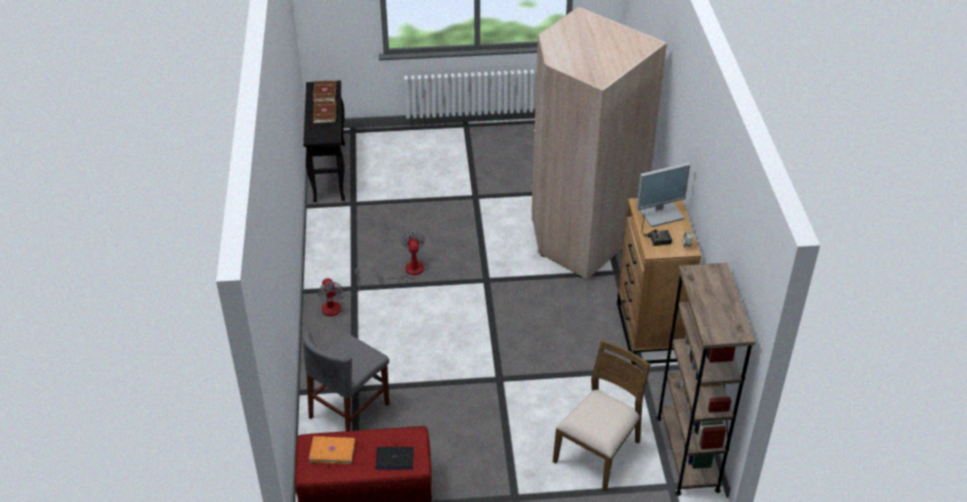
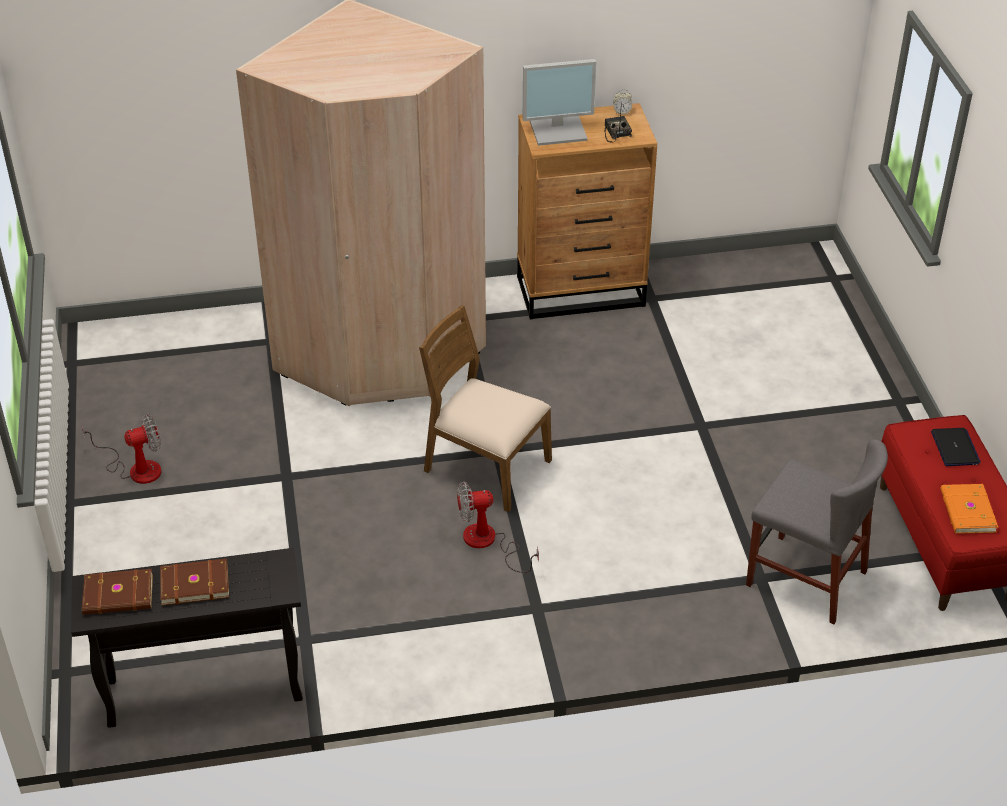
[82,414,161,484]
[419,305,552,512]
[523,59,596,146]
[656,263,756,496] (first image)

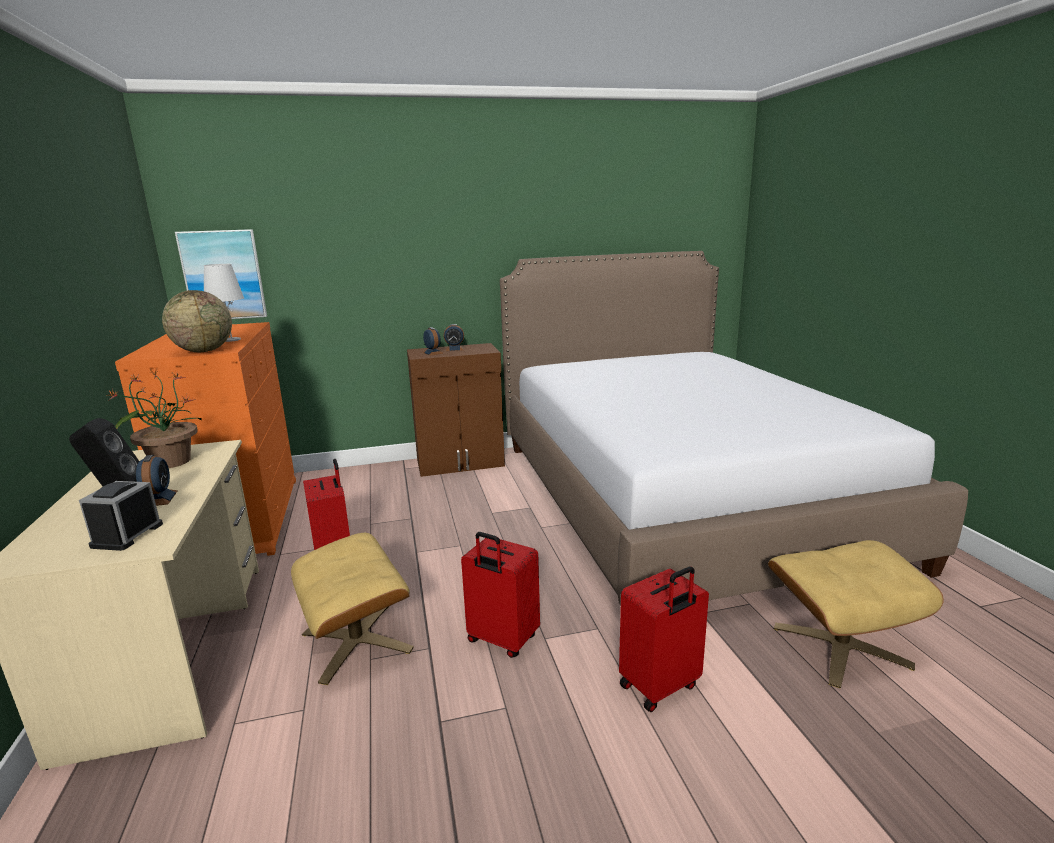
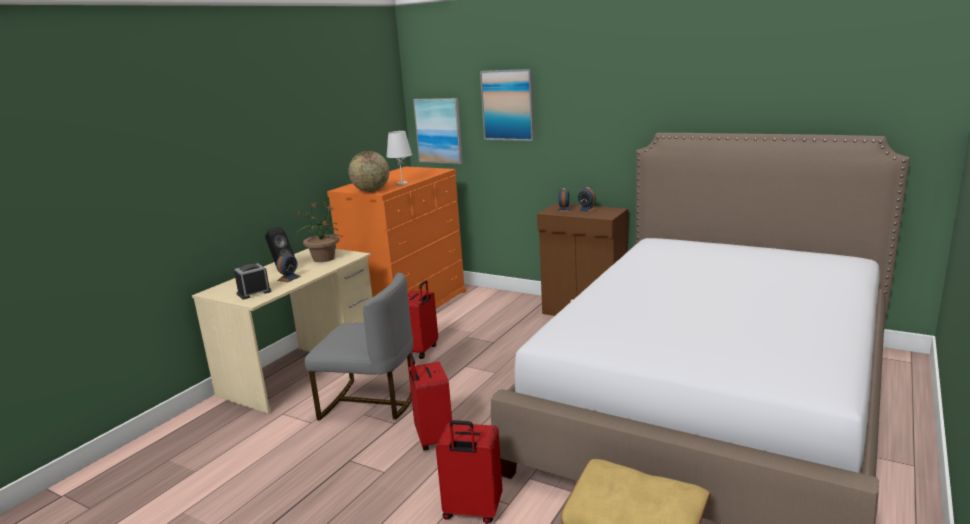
[305,273,413,421]
[480,69,535,141]

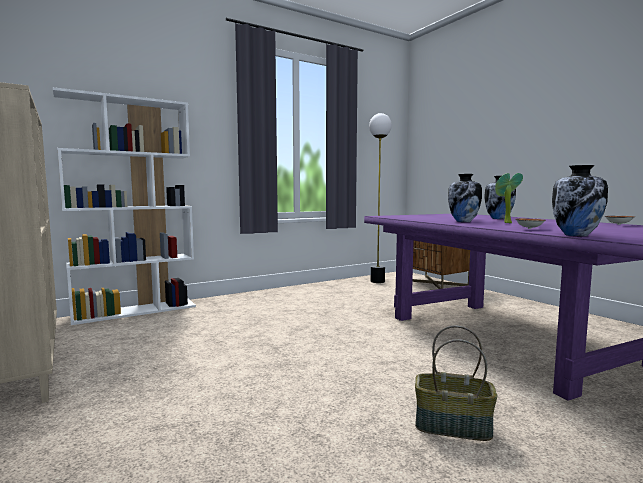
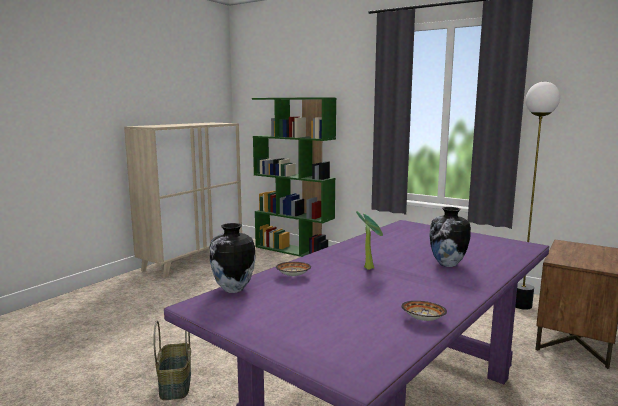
[252,97,336,257]
[448,174,482,222] (first image)

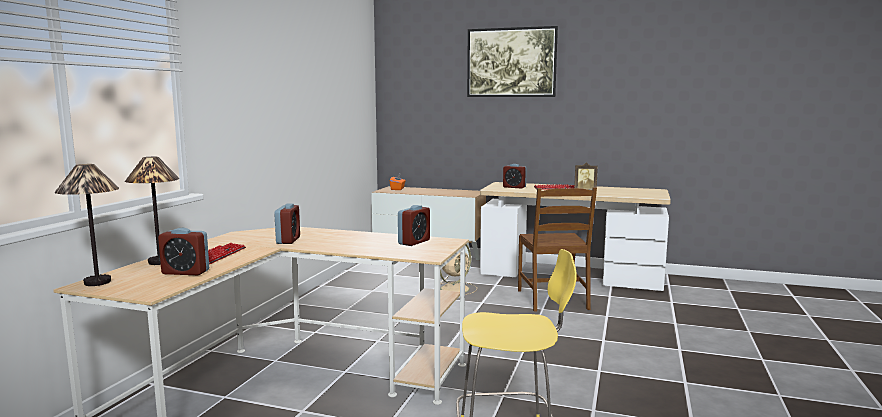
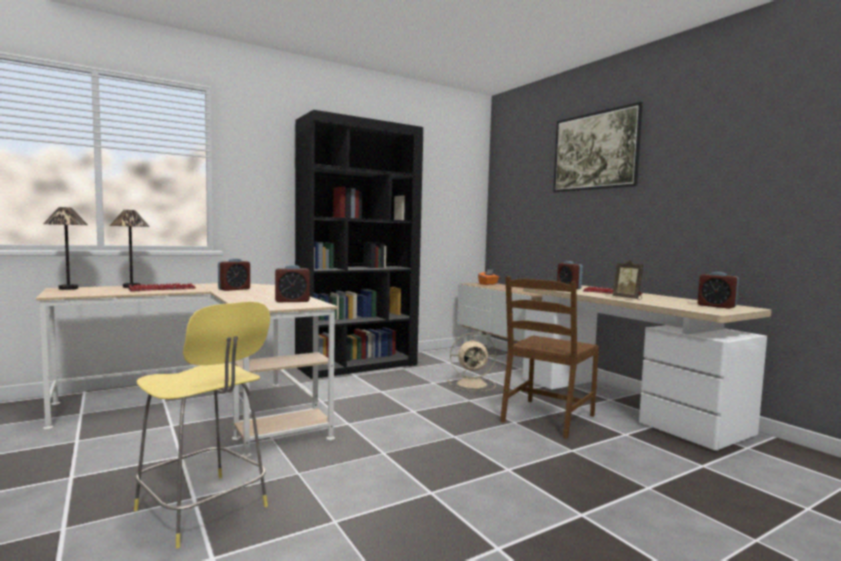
[698,272,739,309]
[295,110,423,379]

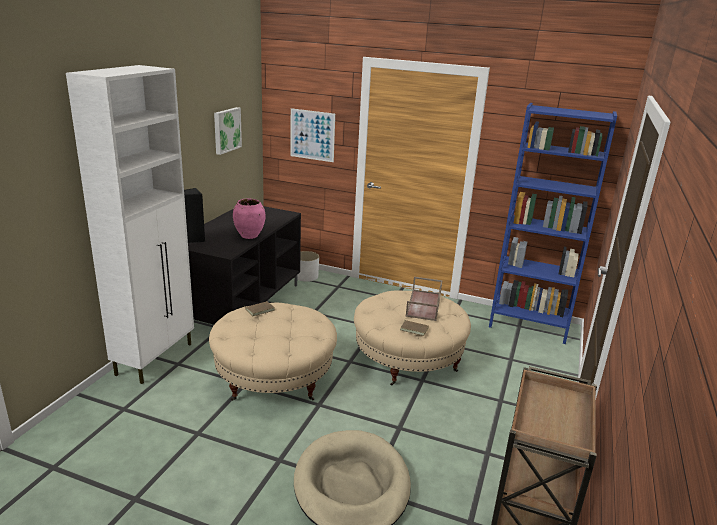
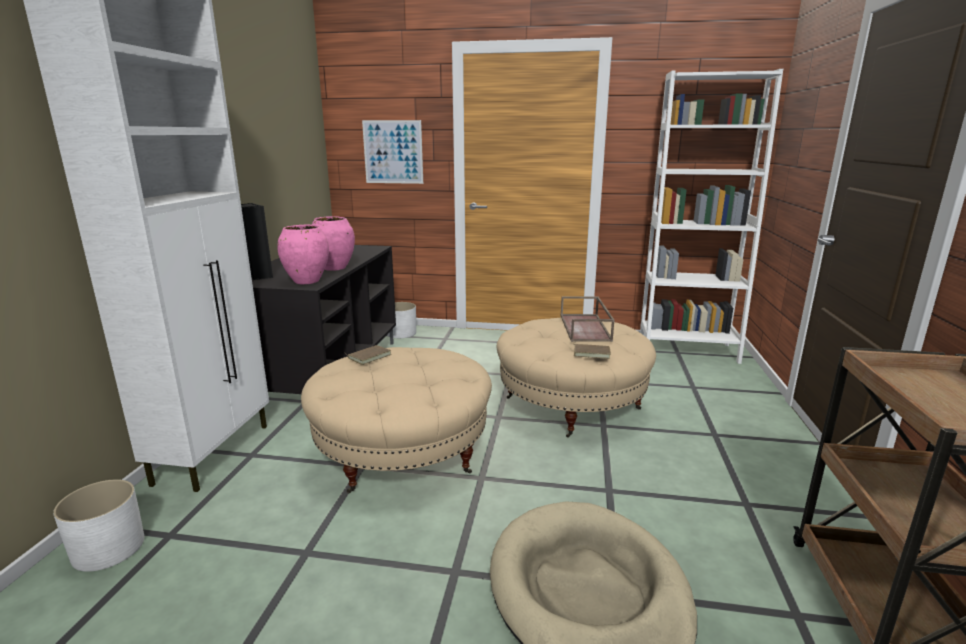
[214,107,242,155] (first image)
[640,69,783,364]
[53,479,144,572]
[277,225,329,284]

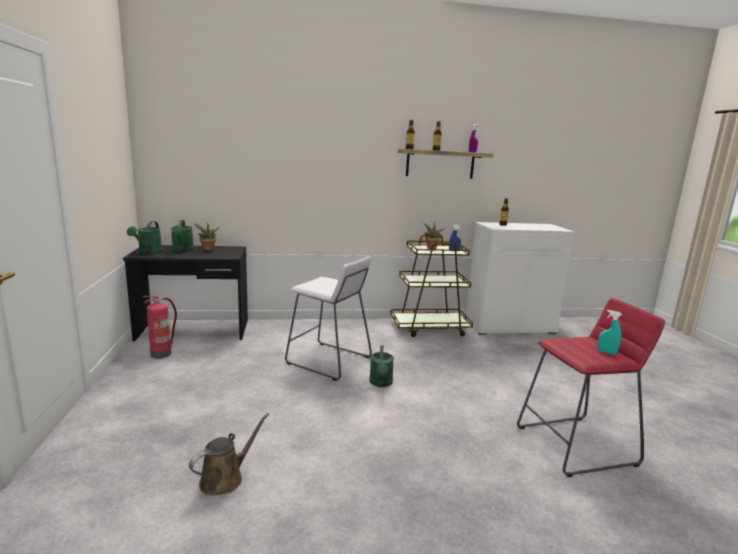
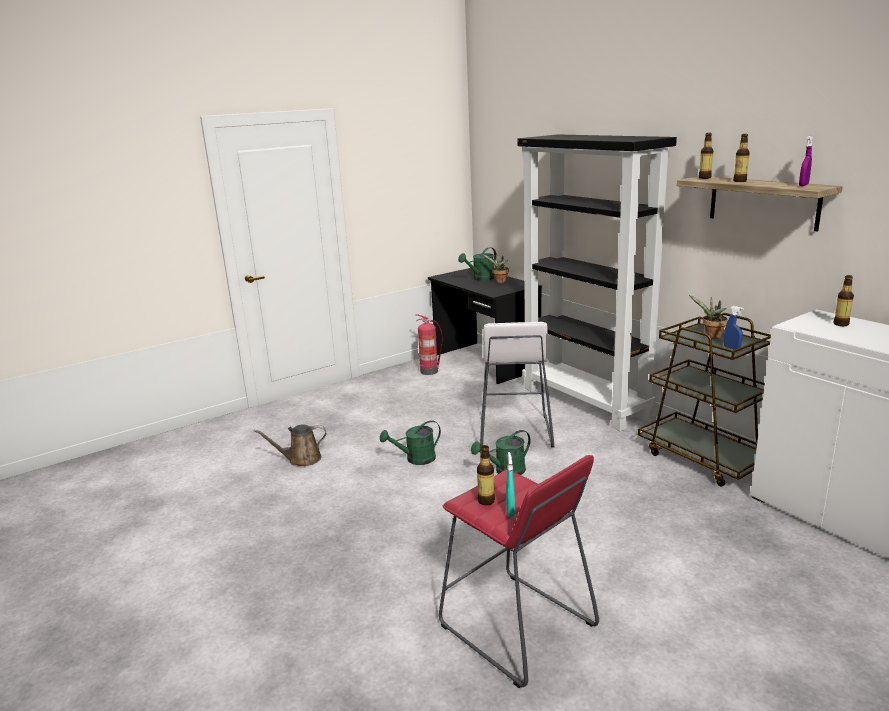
[380,420,441,465]
[254,424,326,466]
[477,445,495,505]
[517,134,677,431]

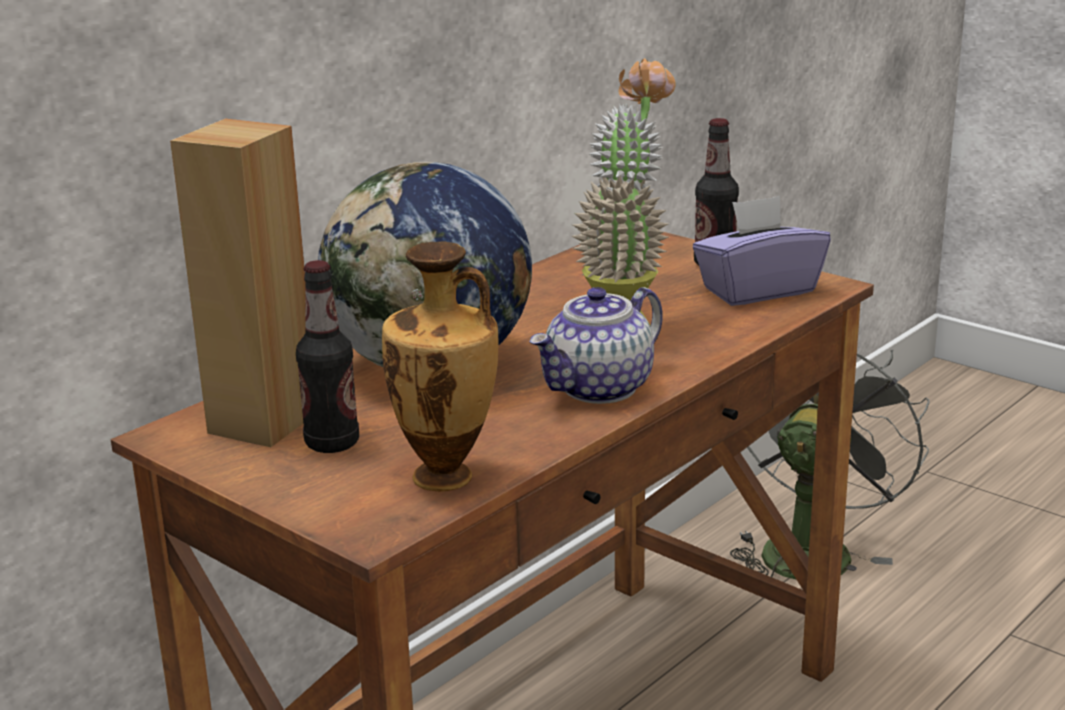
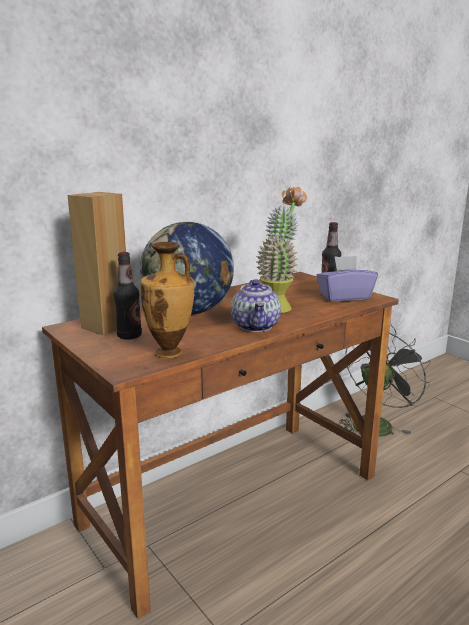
[231,279,281,332]

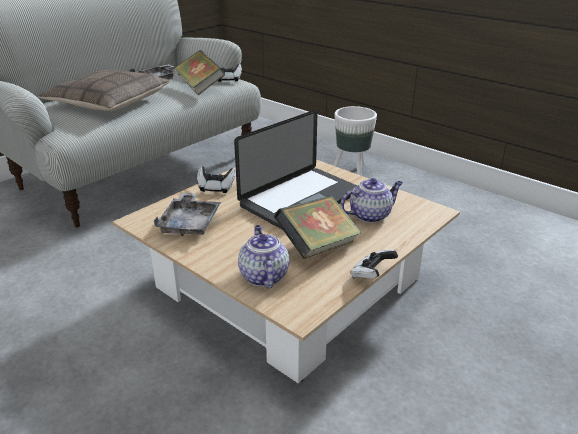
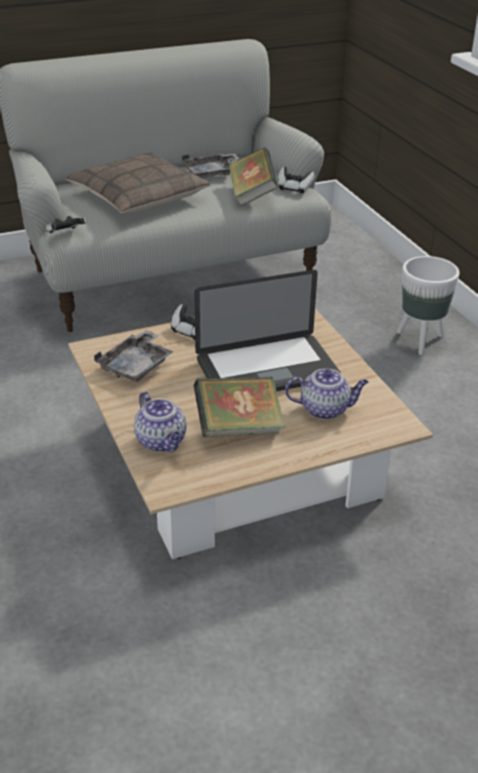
[134,391,187,452]
[46,216,86,233]

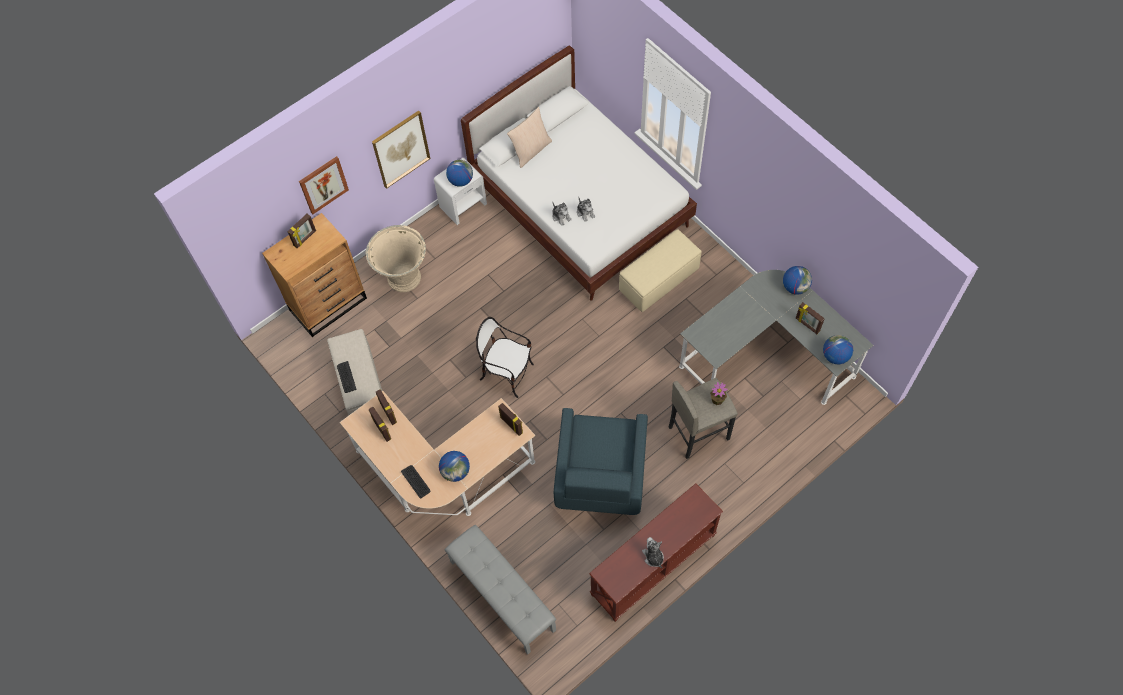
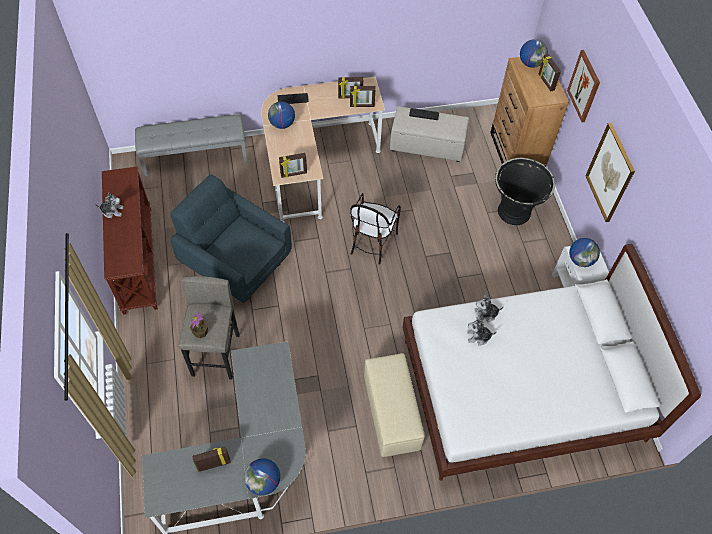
[495,158,555,225]
[350,193,401,265]
[507,107,552,168] (first image)
[520,39,548,68]

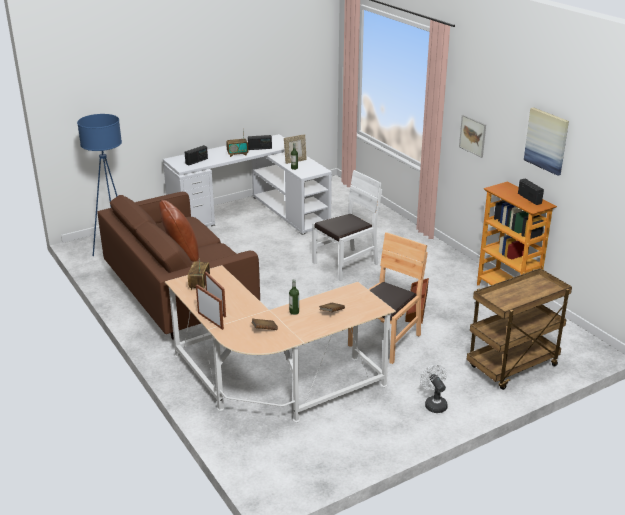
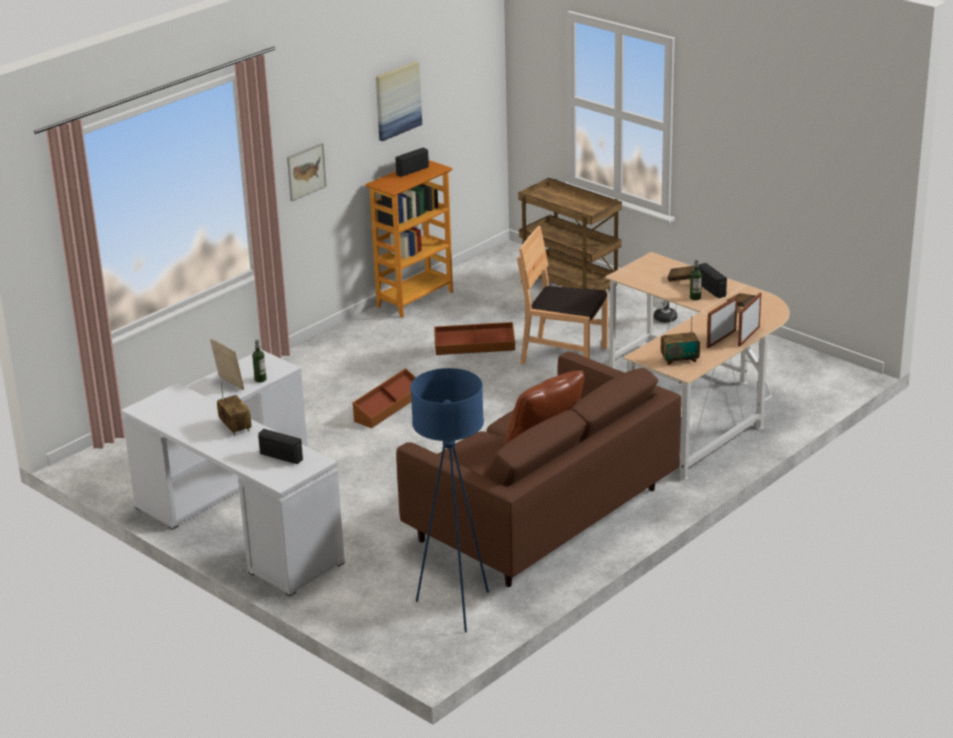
[698,263,727,298]
[352,368,416,428]

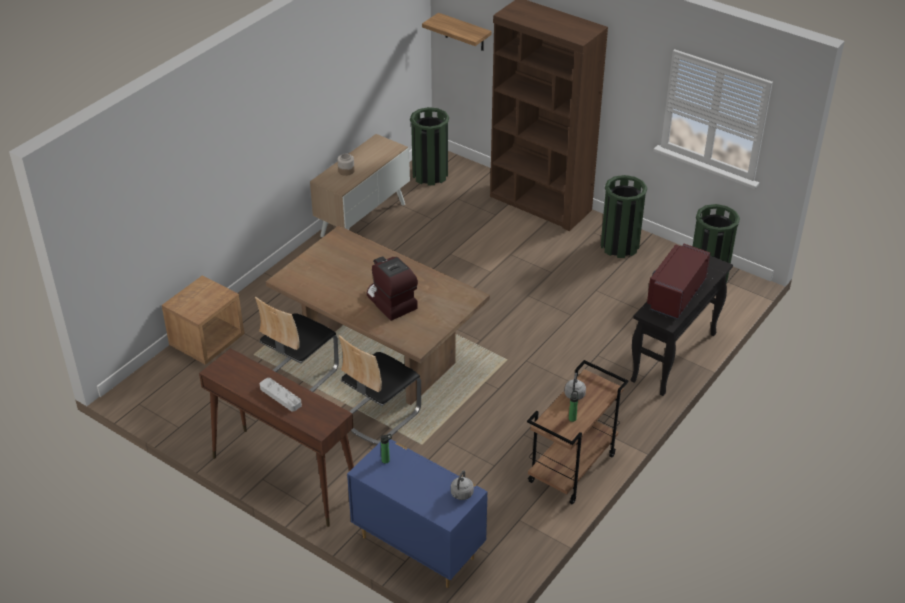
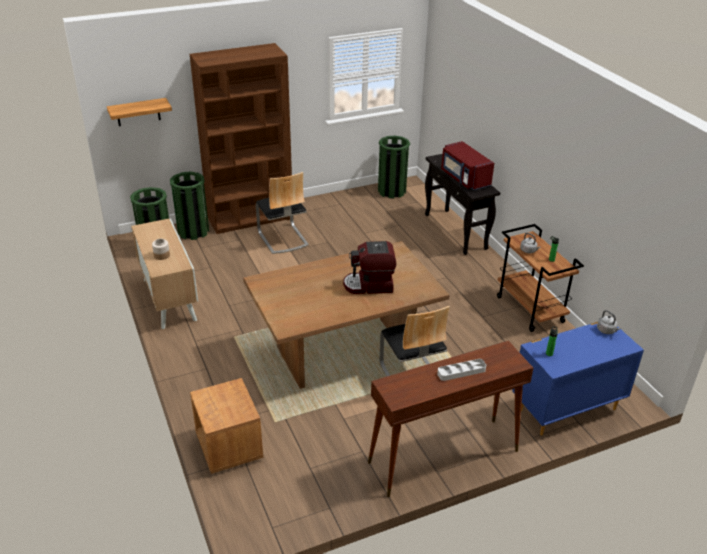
[256,172,309,254]
[170,171,209,240]

